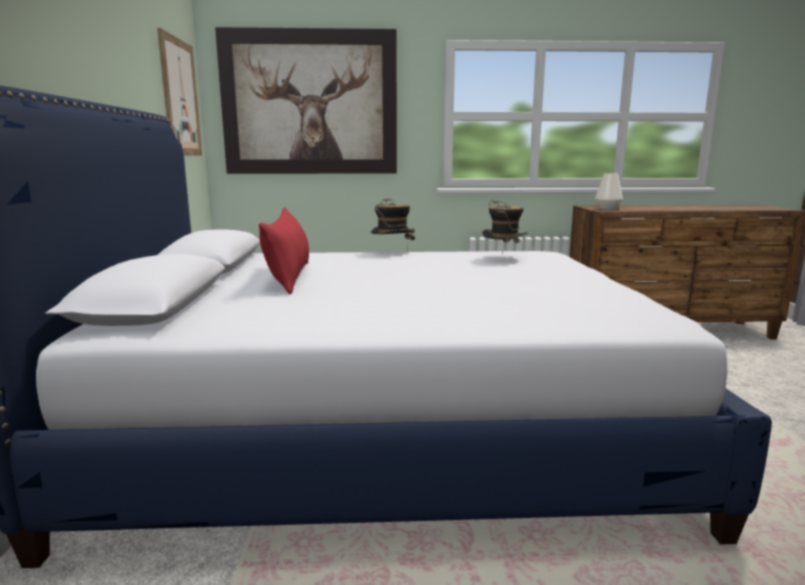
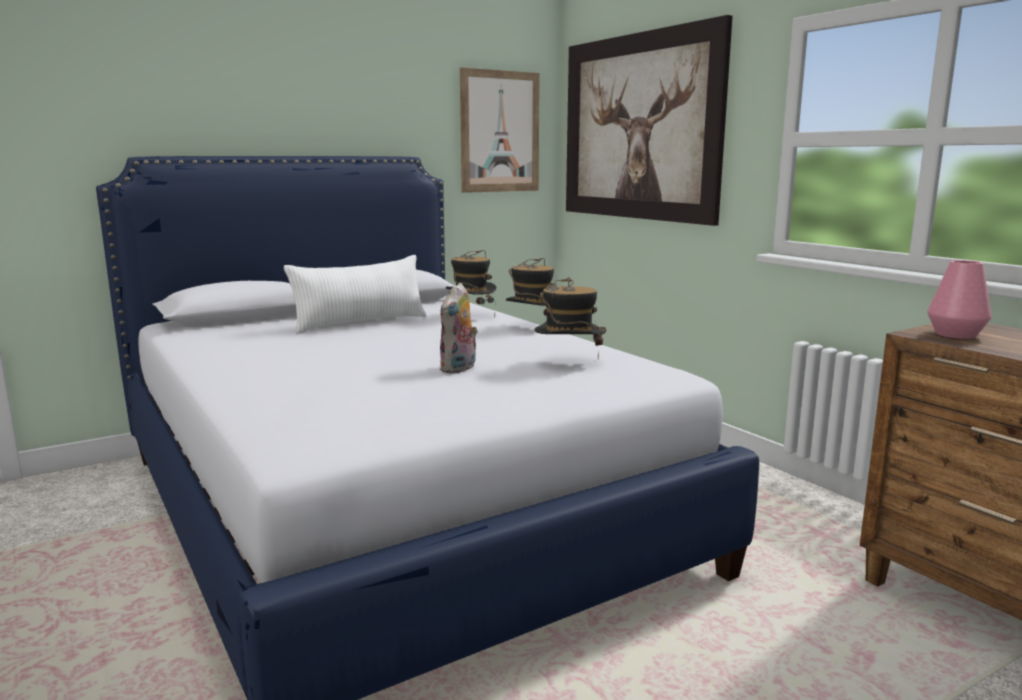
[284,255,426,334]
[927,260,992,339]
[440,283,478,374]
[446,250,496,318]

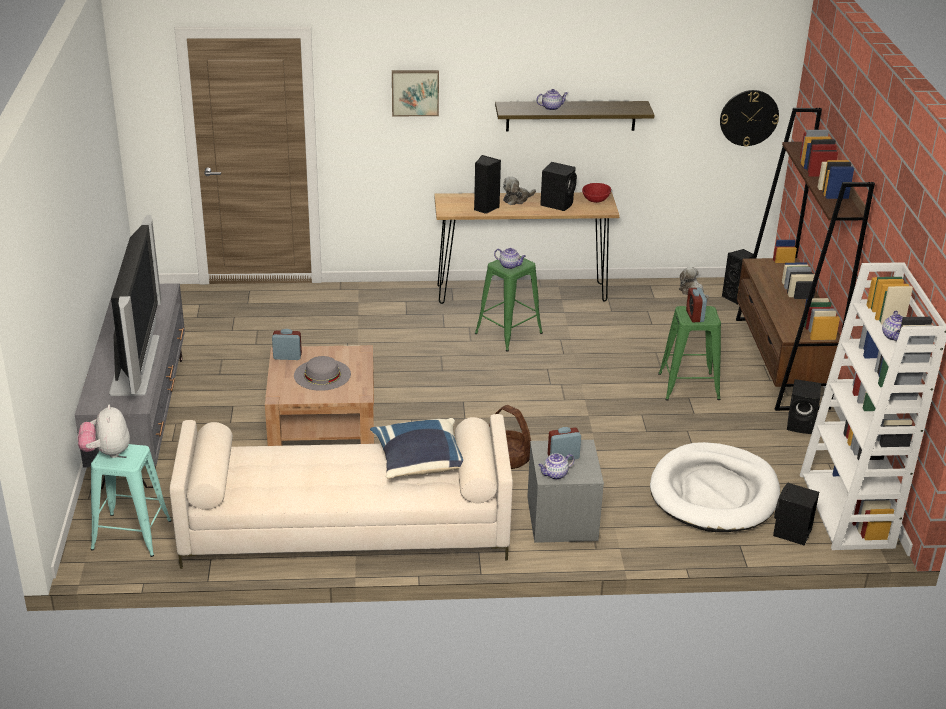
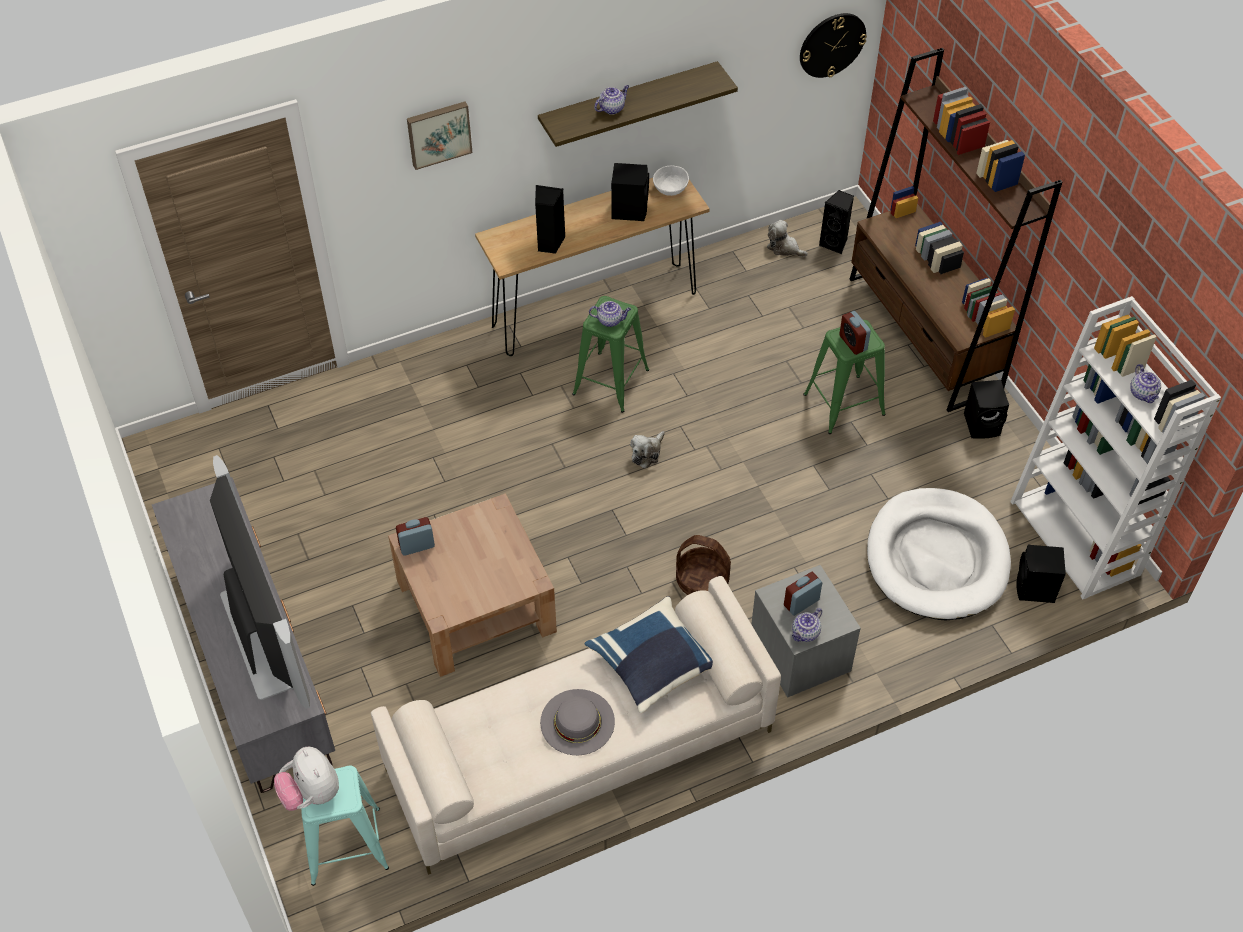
[540,689,615,755]
[630,431,665,469]
[653,165,689,196]

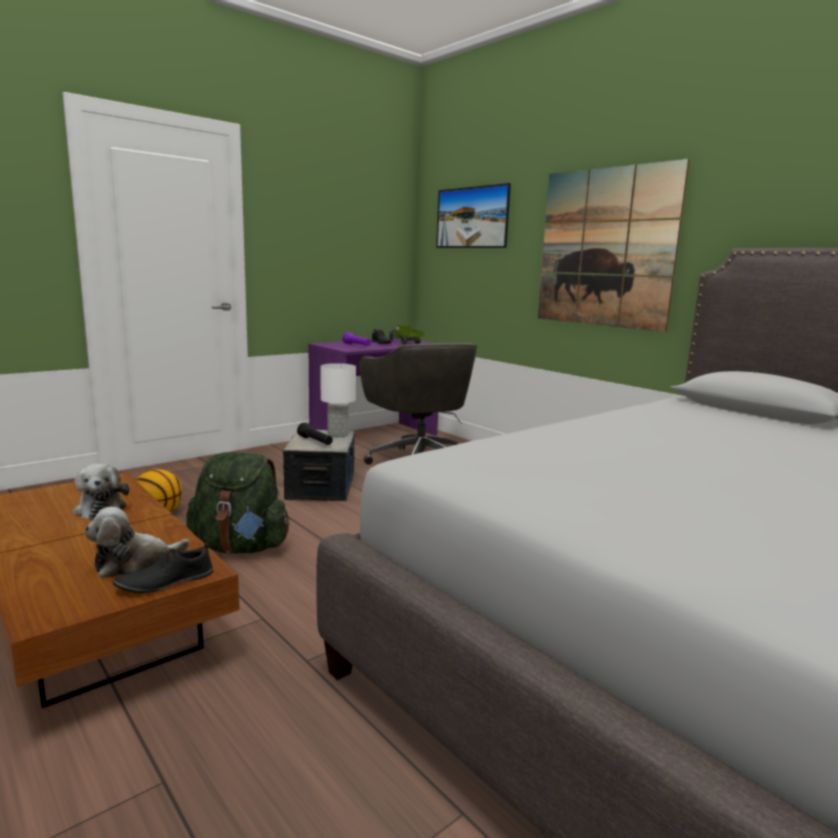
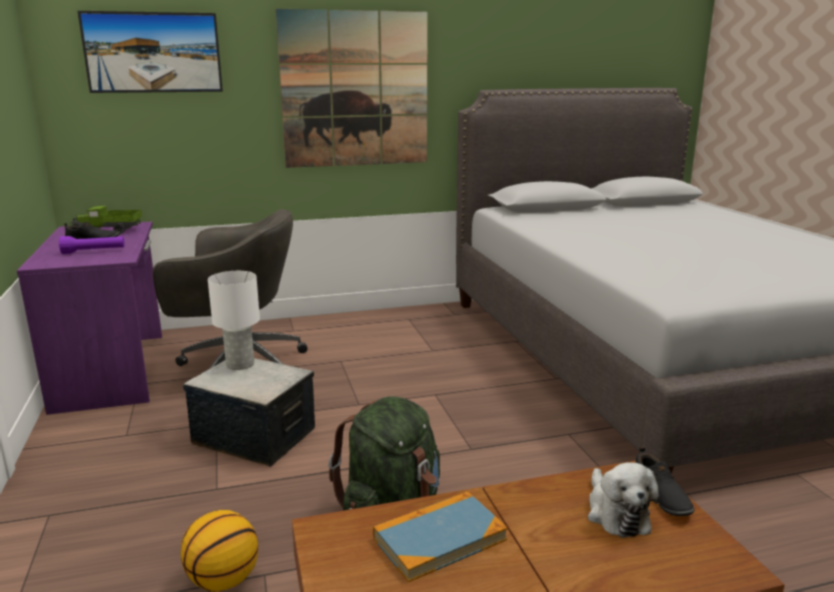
[373,492,508,582]
[297,423,333,445] (first image)

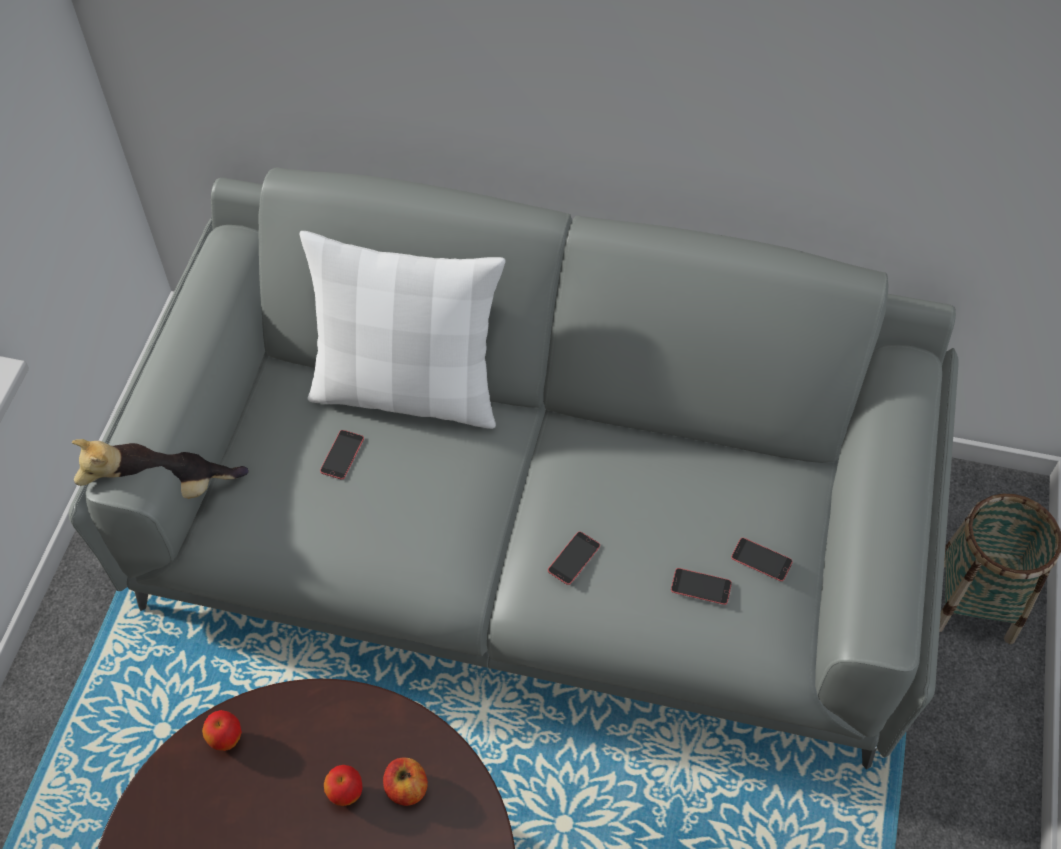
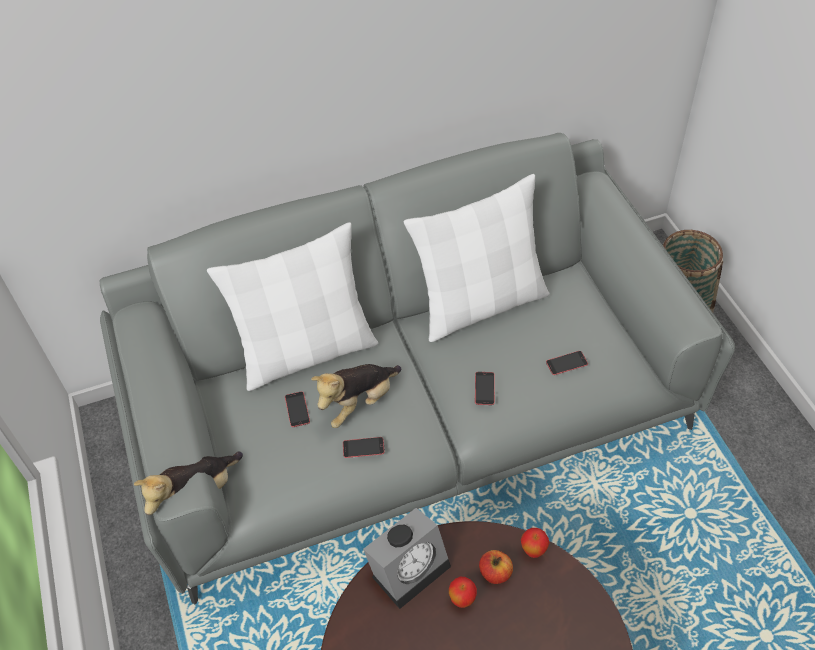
[521,528,550,558]
[343,437,385,458]
[311,364,401,428]
[363,508,451,609]
[404,174,549,342]

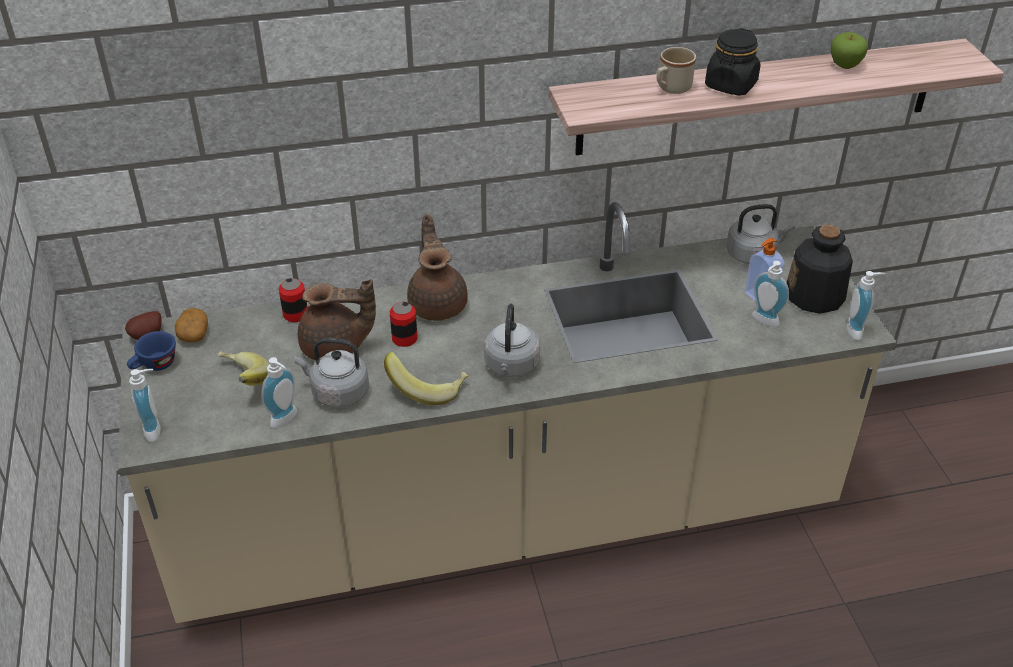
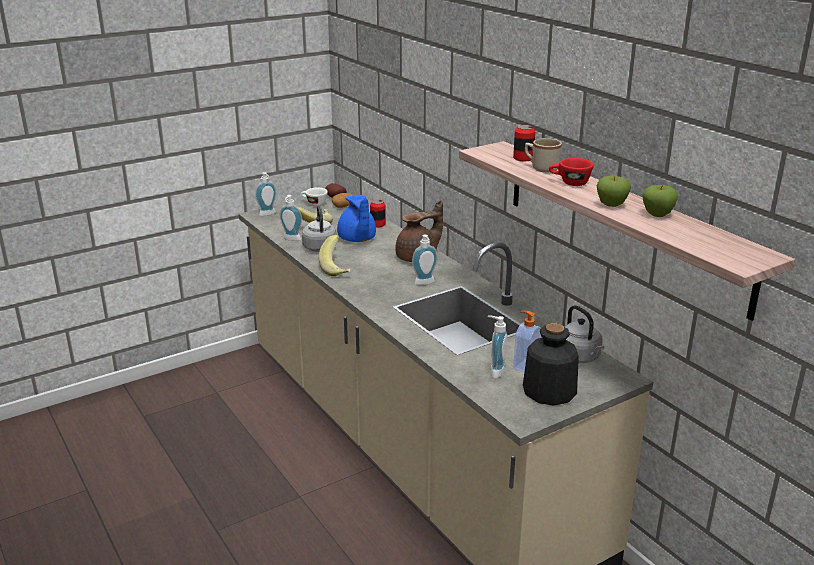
[301,188,328,207]
[337,194,376,242]
[513,125,535,161]
[484,304,540,377] (first image)
[549,158,594,186]
[412,235,438,285]
[596,175,631,207]

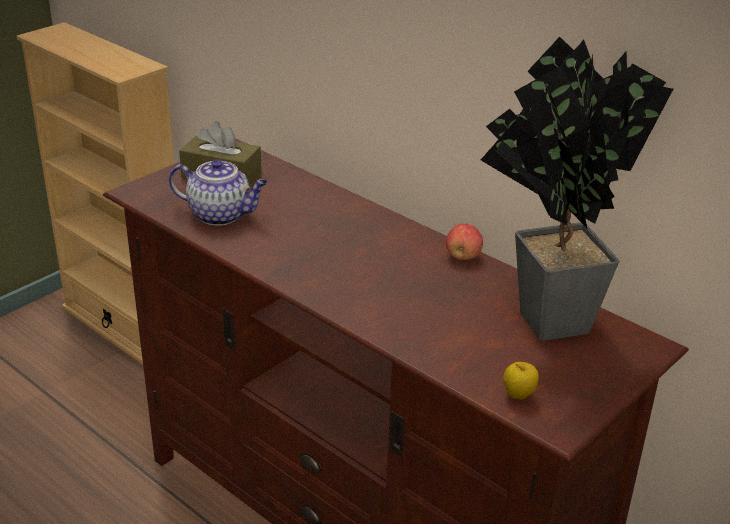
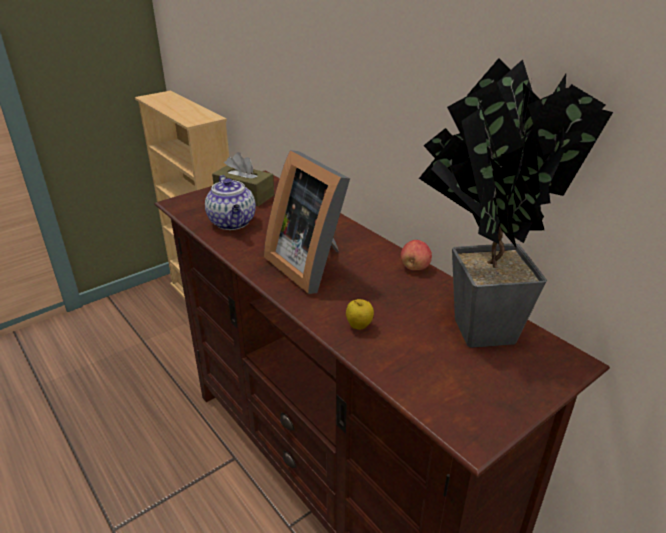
[205,175,256,230]
[346,299,374,330]
[264,150,350,294]

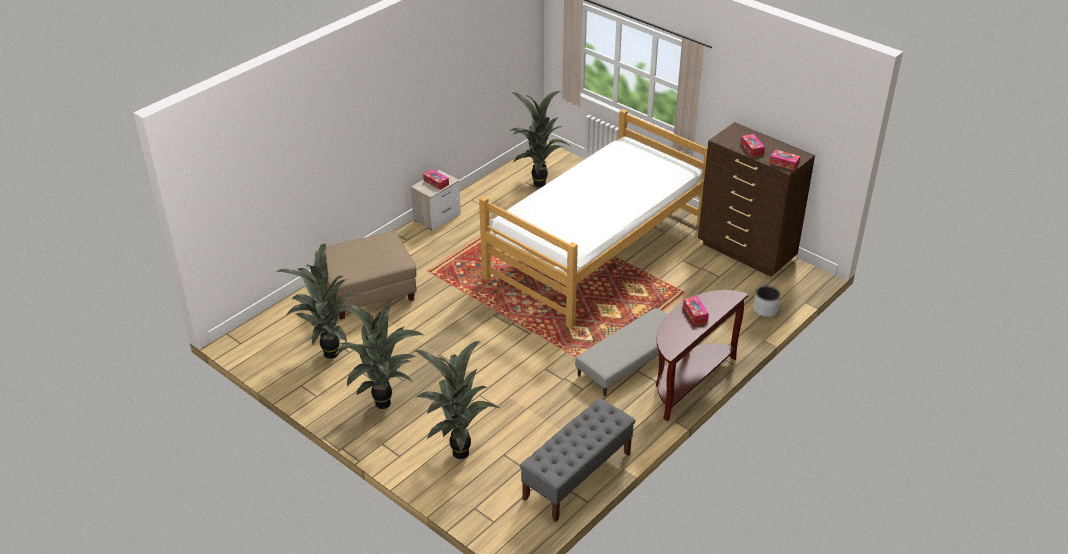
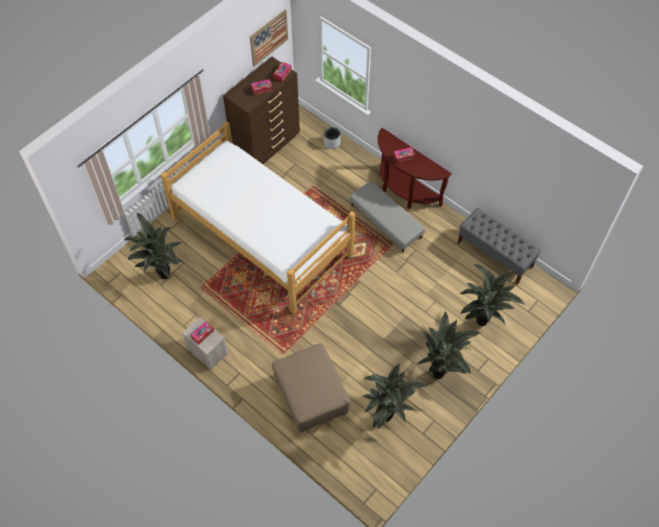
[250,9,288,66]

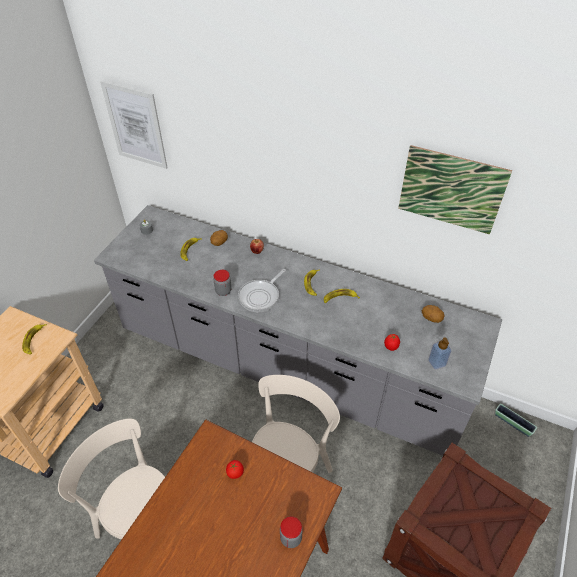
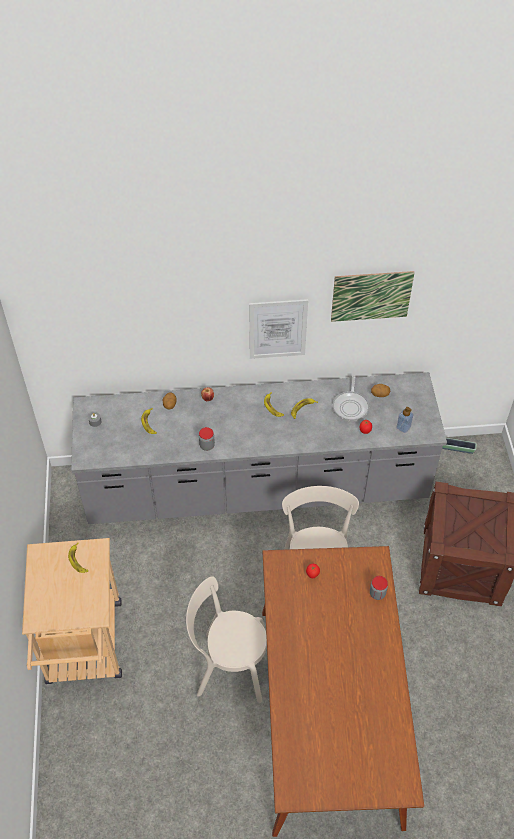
[249,299,308,359]
[333,376,369,422]

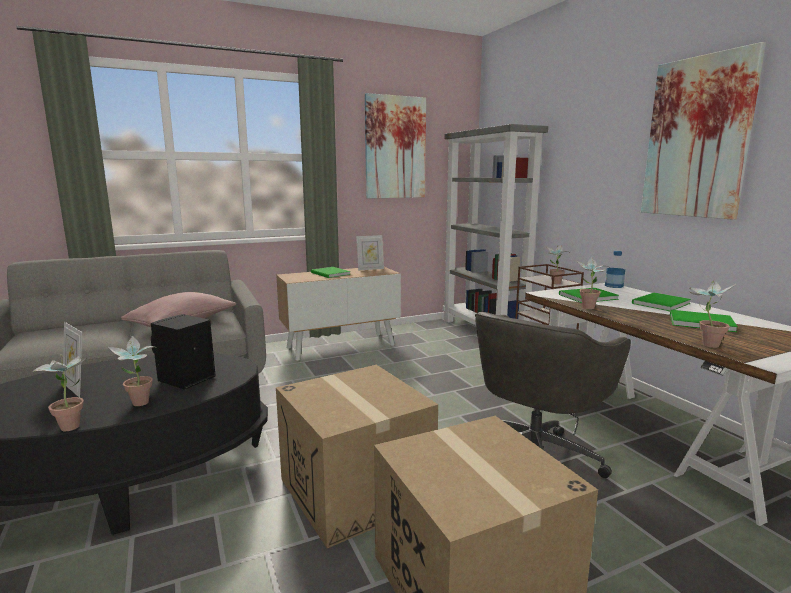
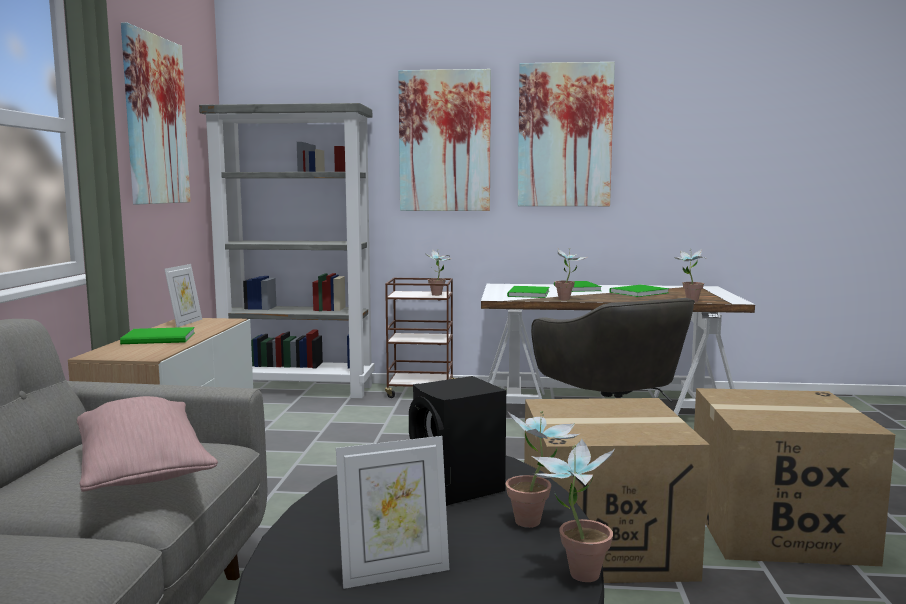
[605,251,625,288] (first image)
[398,69,491,211]

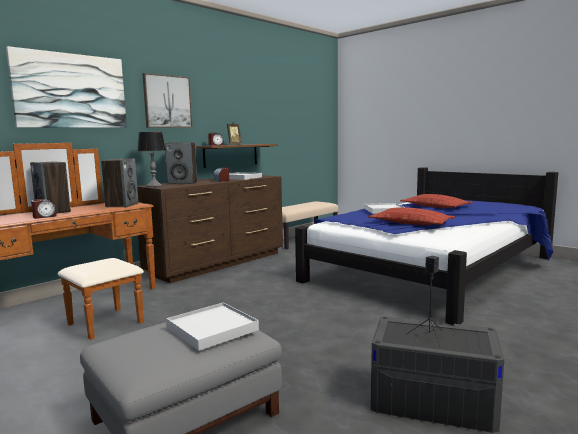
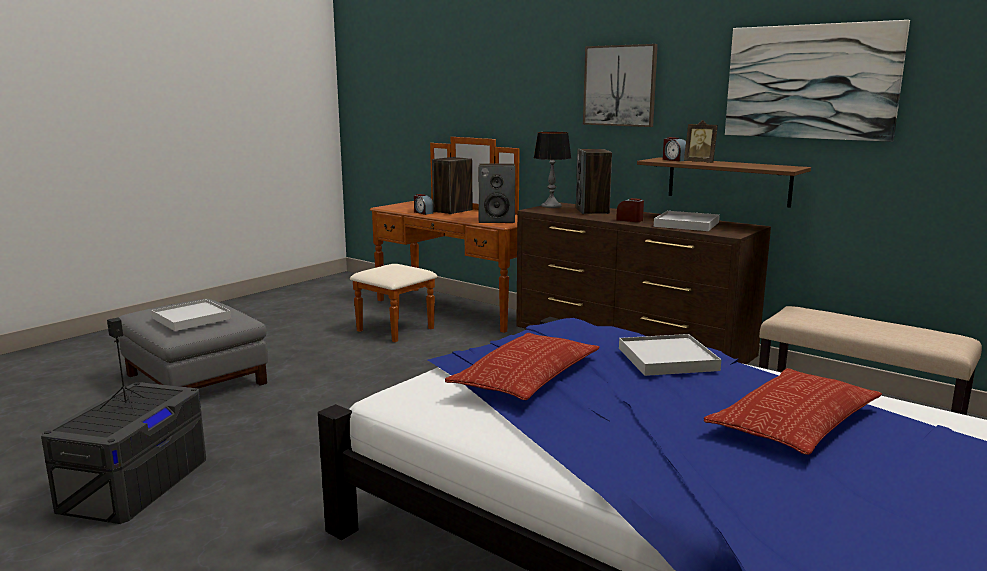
[725,20,910,142]

